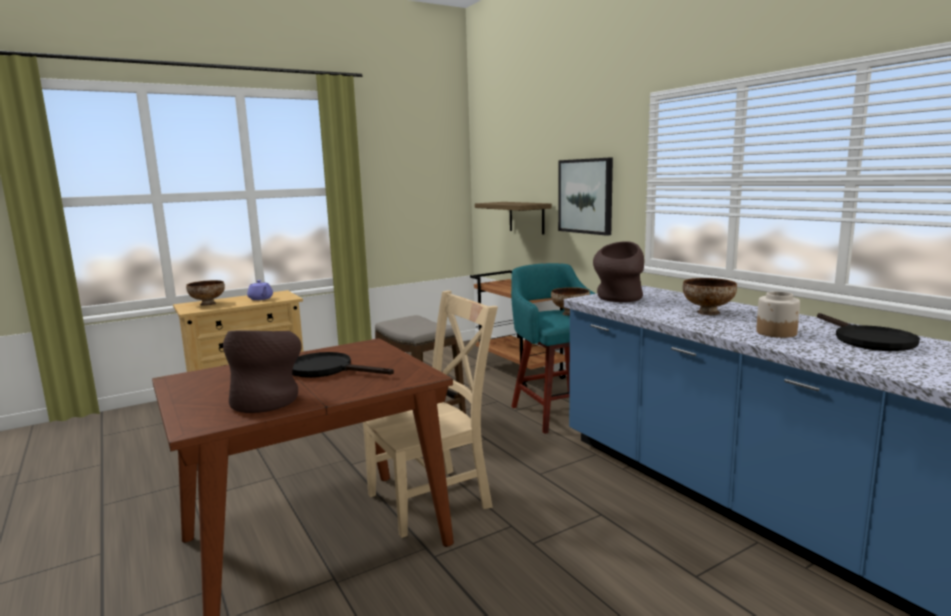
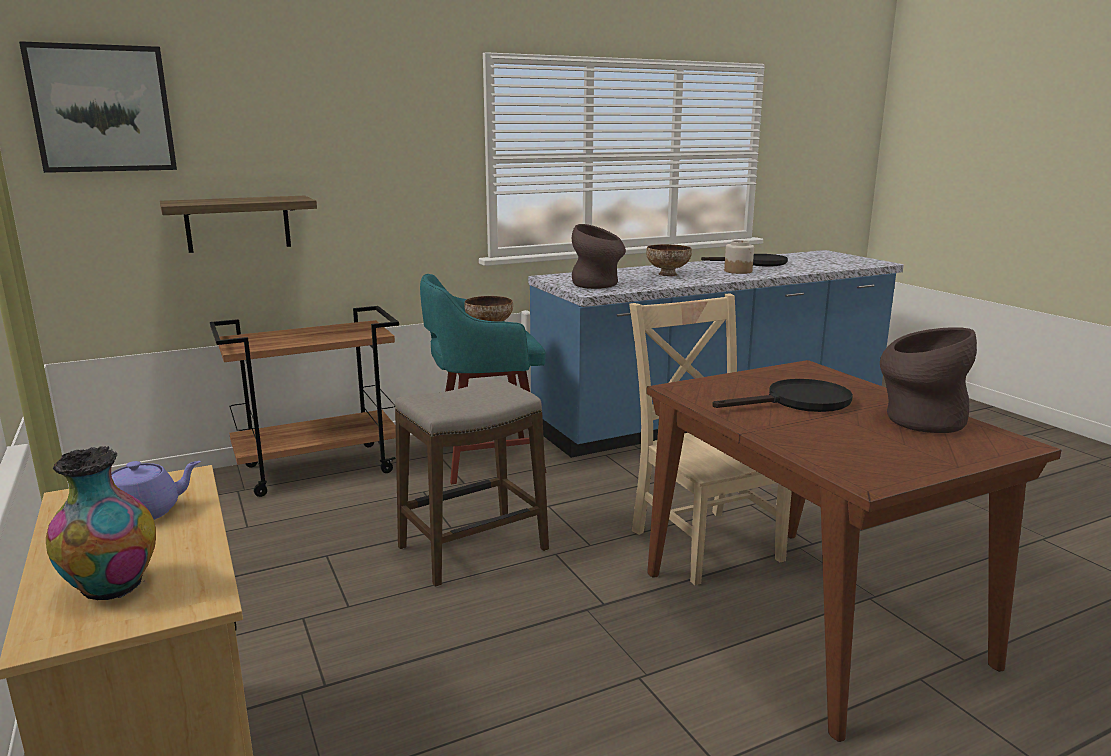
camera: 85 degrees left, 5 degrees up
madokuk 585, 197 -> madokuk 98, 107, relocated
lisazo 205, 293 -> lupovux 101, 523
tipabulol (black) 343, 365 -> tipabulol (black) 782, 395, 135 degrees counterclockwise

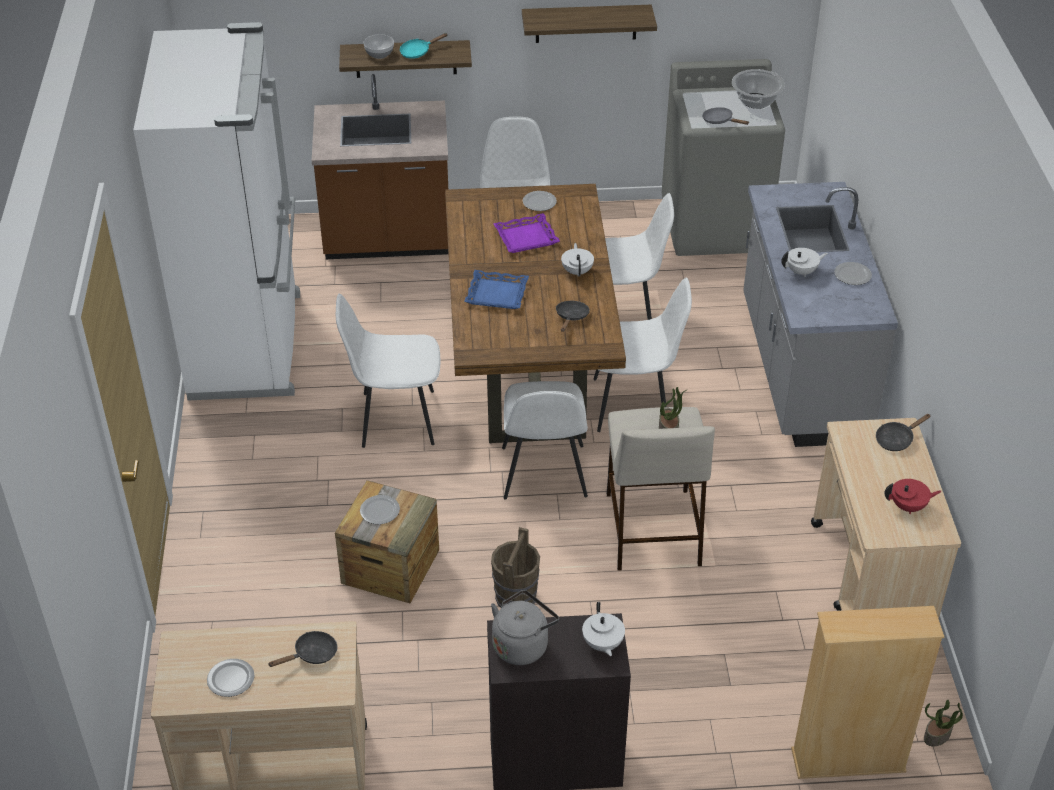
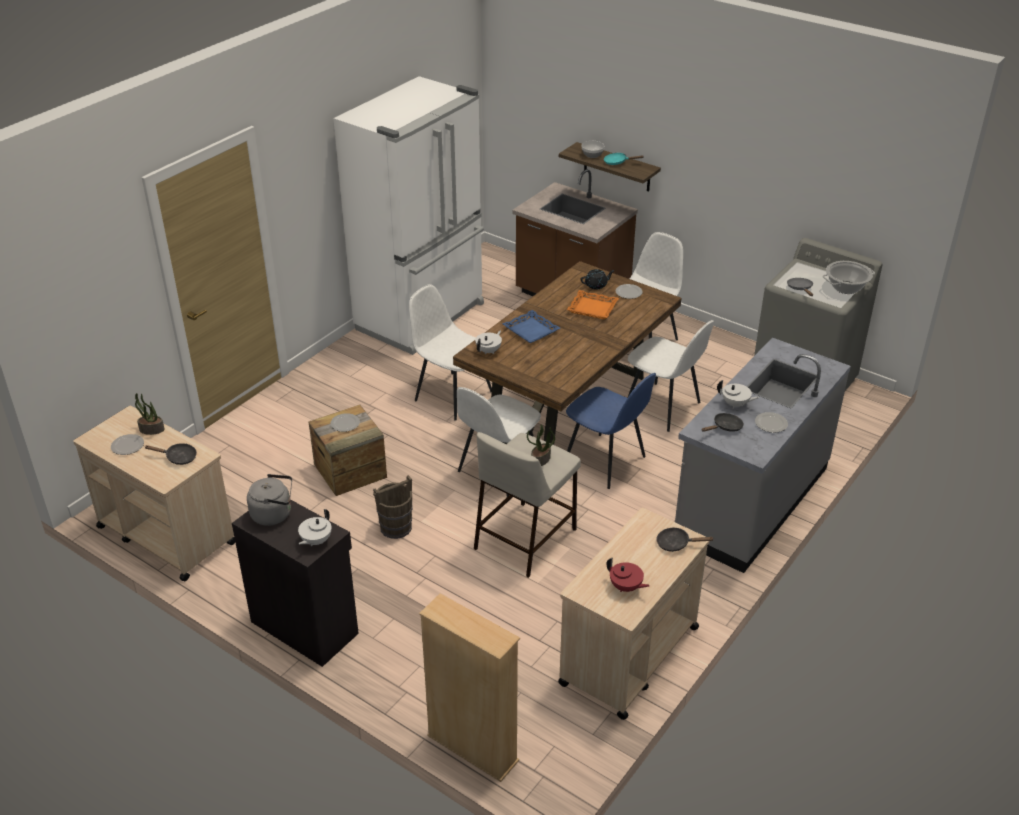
camera: 40 degrees right, 5 degrees down
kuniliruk 589, 24 -> none
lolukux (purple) 526, 233 -> lolukux (orange) 593, 304
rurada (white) 577, 259 -> rurada (white) 488, 342, relocated
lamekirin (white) 643, 355 -> lamekirin (blue) 611, 431
tipabulol (black) 573, 316 -> tipabulol (black) 723, 422, relocated
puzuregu 943, 723 -> puzuregu 149, 414, relocated
none -> rurada (black) 598, 279

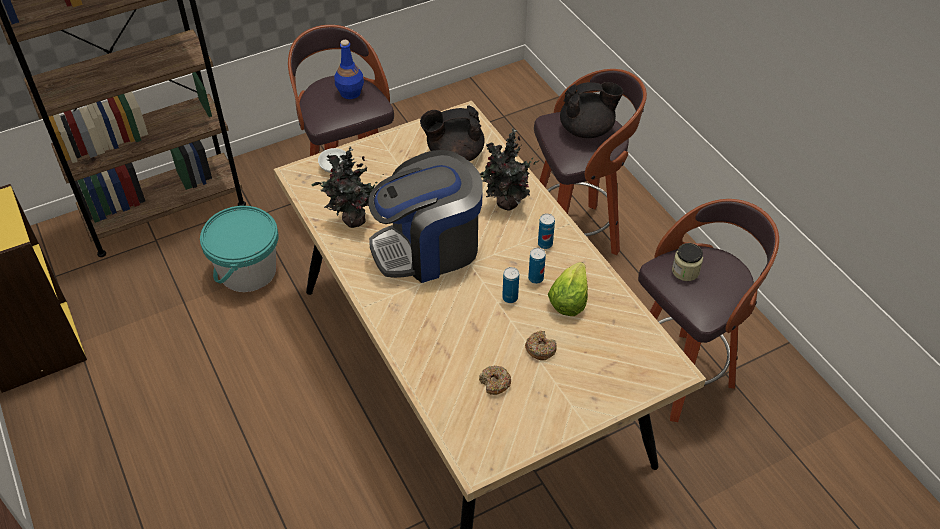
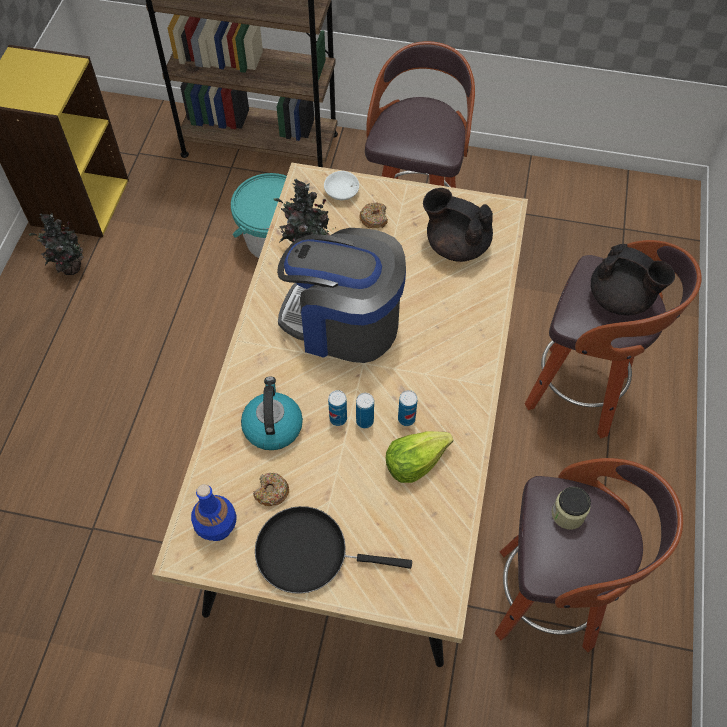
camera: 40 degrees right, 10 degrees up
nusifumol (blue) 349, 69 -> nusifumol (blue) 213, 512, relocated
puzuregu 510, 169 -> puzuregu 56, 244, relocated
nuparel 546, 231 -> nuparel 337, 408, relocated
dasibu 541, 345 -> dasibu 374, 215, relocated
none -> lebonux 272, 413
none -> tipabulol (black) 333, 550

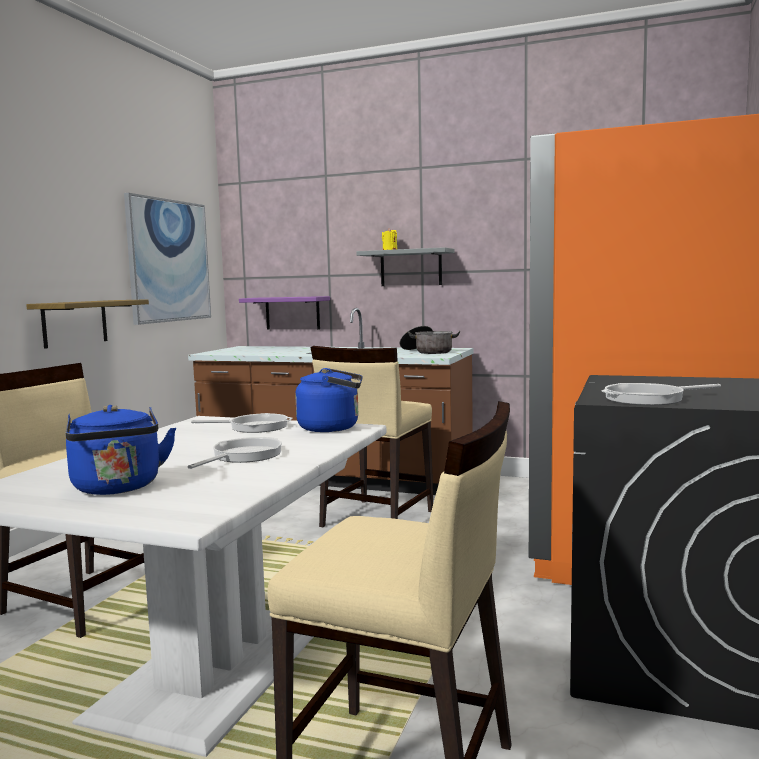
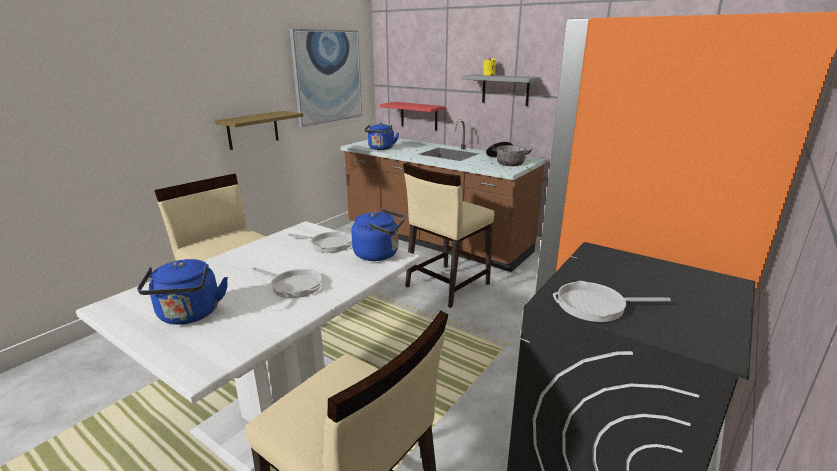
camera: 15 degrees right, 15 degrees up
kuniliruk (purple) 284, 312 -> kuniliruk (red) 412, 116
tipabulol 235, 453 -> tipabulol 287, 283, 75 degrees clockwise
none -> lebonux (blue) 381, 136

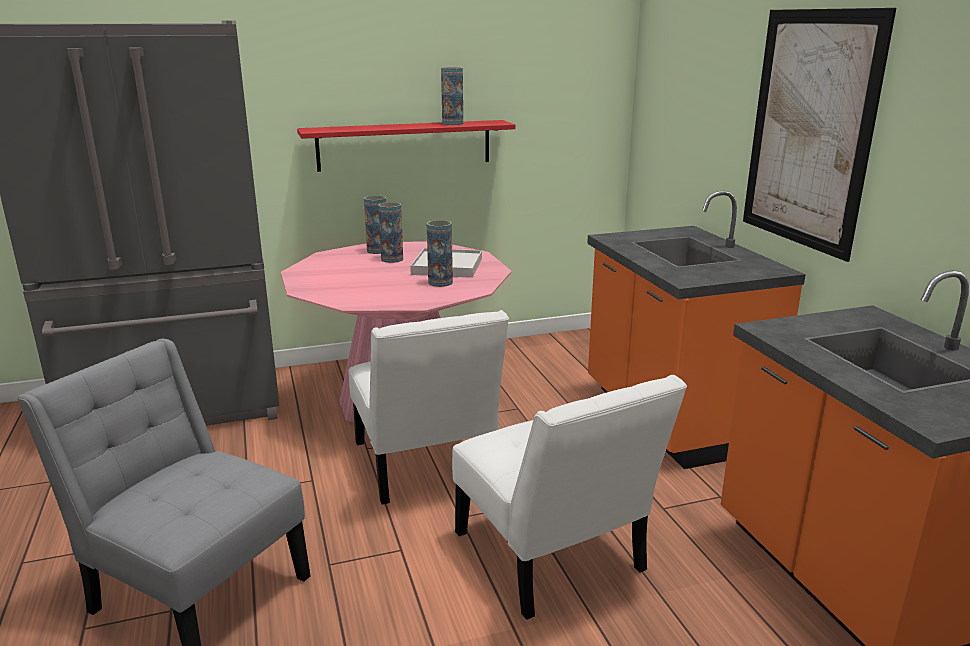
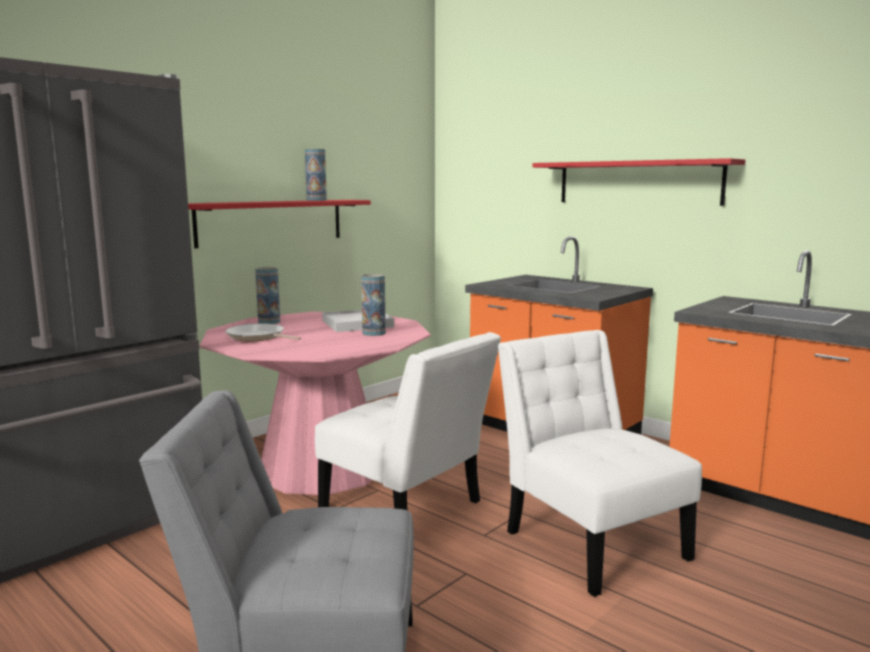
camera: 30 degrees left, 10 degrees down
madokuk 819, 135 -> kuniliruk (red) 638, 182
lupovux 390, 232 -> none
lamekirin (white) 569, 497 -> lamekirin (white) 600, 463, 150 degrees counterclockwise
none -> tipabulol 263, 332

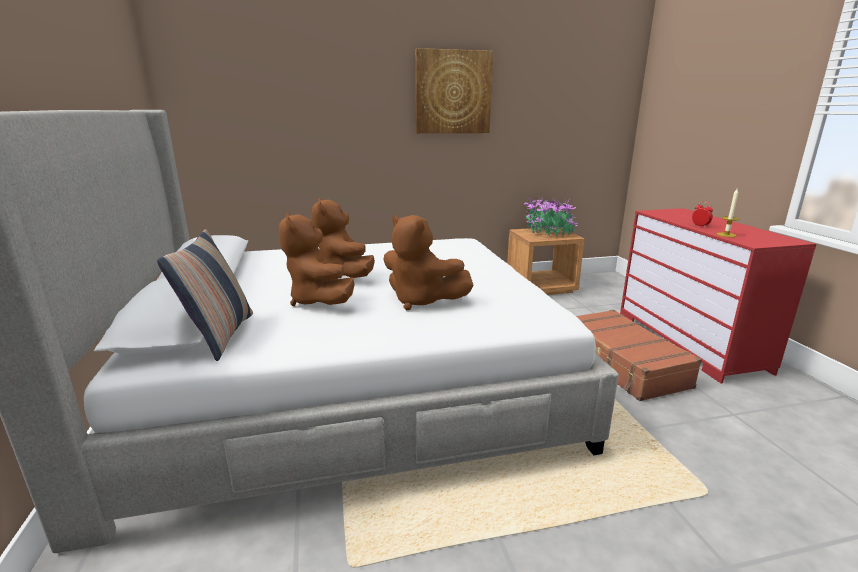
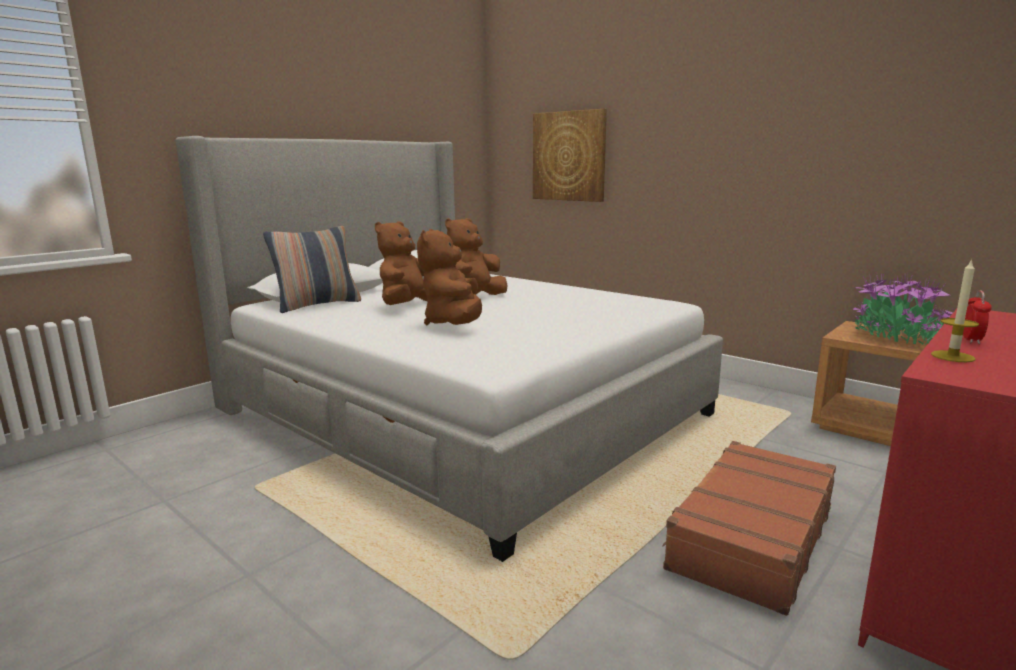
camera: 55 degrees right, 5 degrees down
madokuk 454, 90 -> madokuk 570, 155, relocated

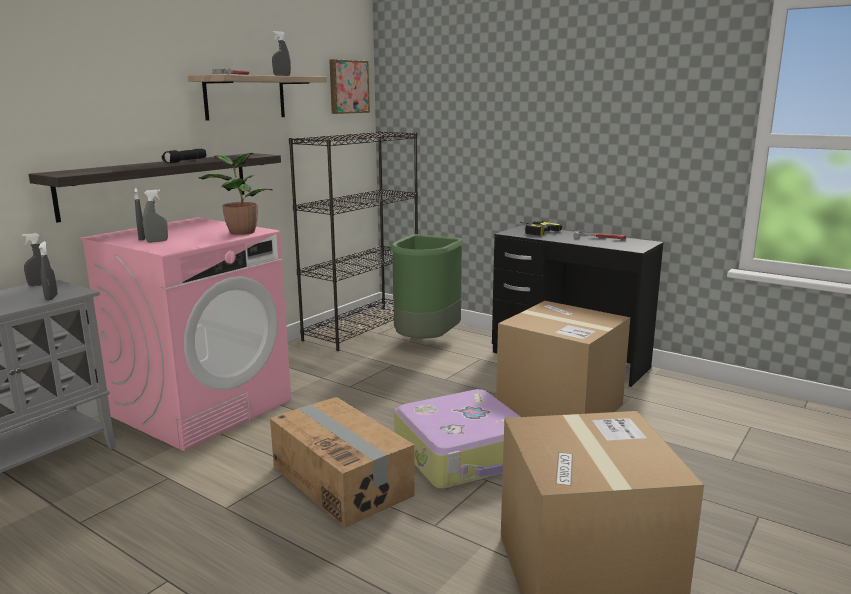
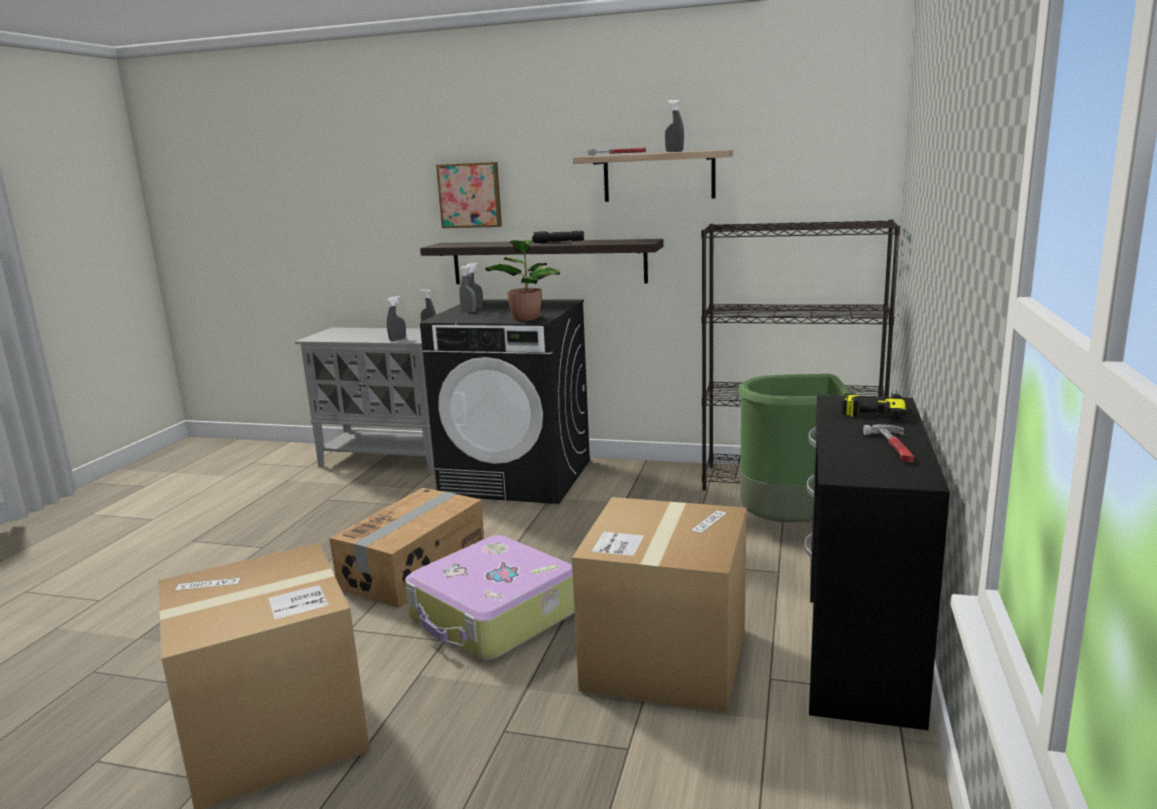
camera: 70 degrees right, 0 degrees up
madokuk 349, 86 -> madokuk 469, 195, relocated
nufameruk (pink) 185, 334 -> nufameruk (black) 505, 402

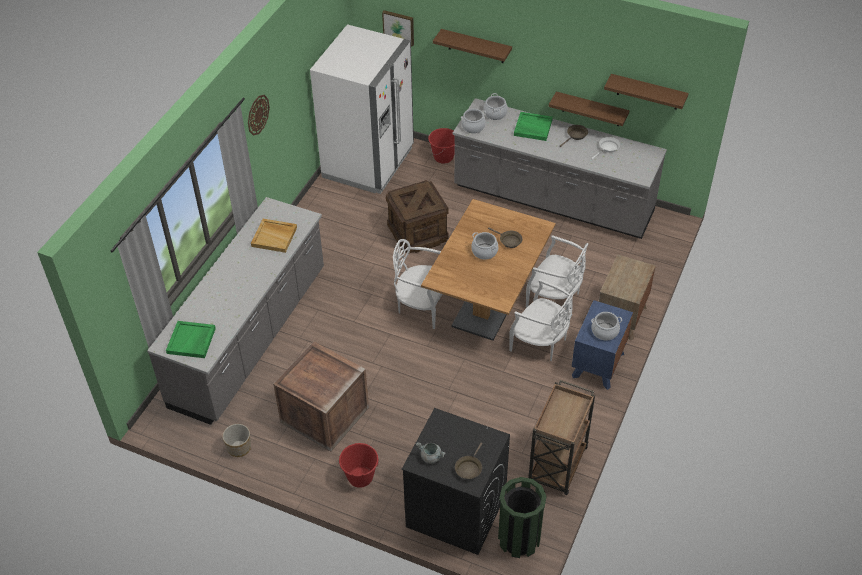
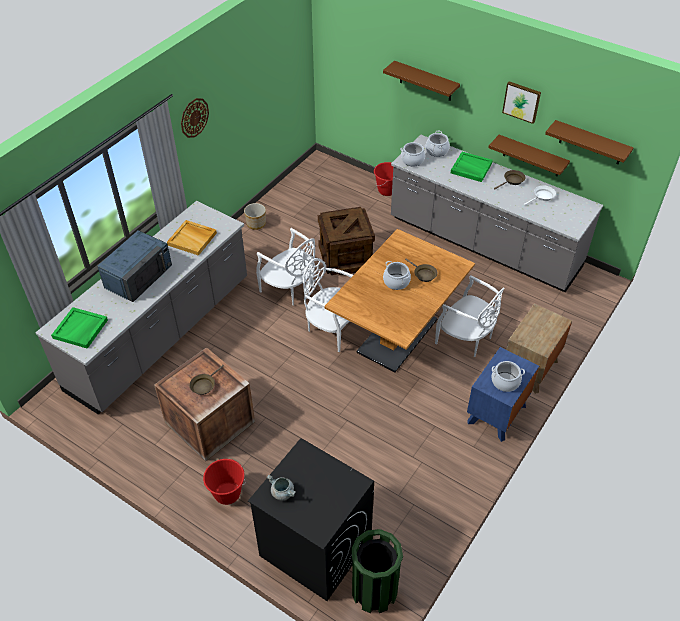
camera: 10 degrees right, 0 degrees up
madokuk 398, 28 -> madokuk 521, 102, relocated
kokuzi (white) 362, 109 -> none
lamekirin (white) 542, 320 -> lamekirin (white) 285, 267, relocated
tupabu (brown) 561, 437 -> none
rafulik 236, 440 -> rafulik 255, 216, relocated
tipabulol (brown) 468, 461 -> tipabulol (brown) 206, 380, relocated
none -> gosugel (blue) 134, 266

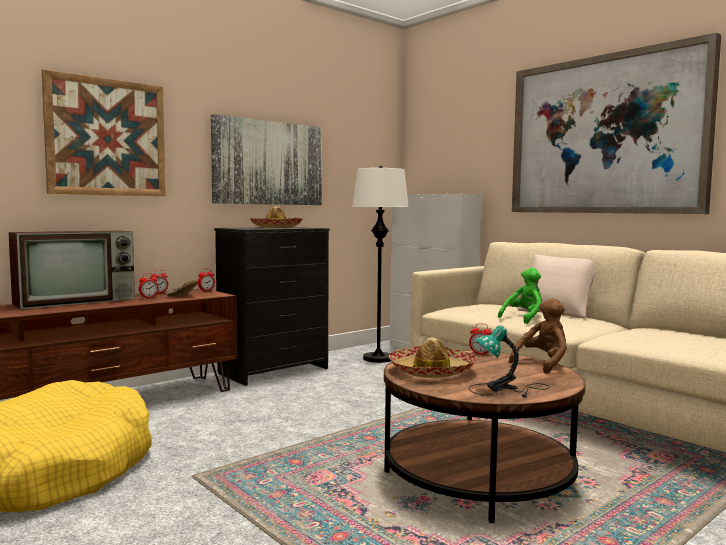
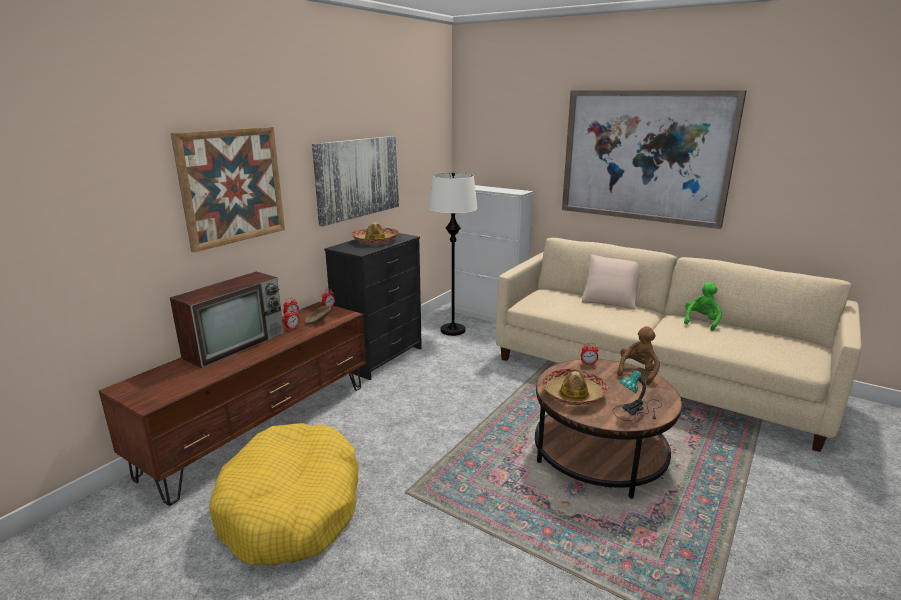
camera: 15 degrees left, 15 degrees up
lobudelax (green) 520, 296 -> lobudelax (green) 703, 306, relocated

